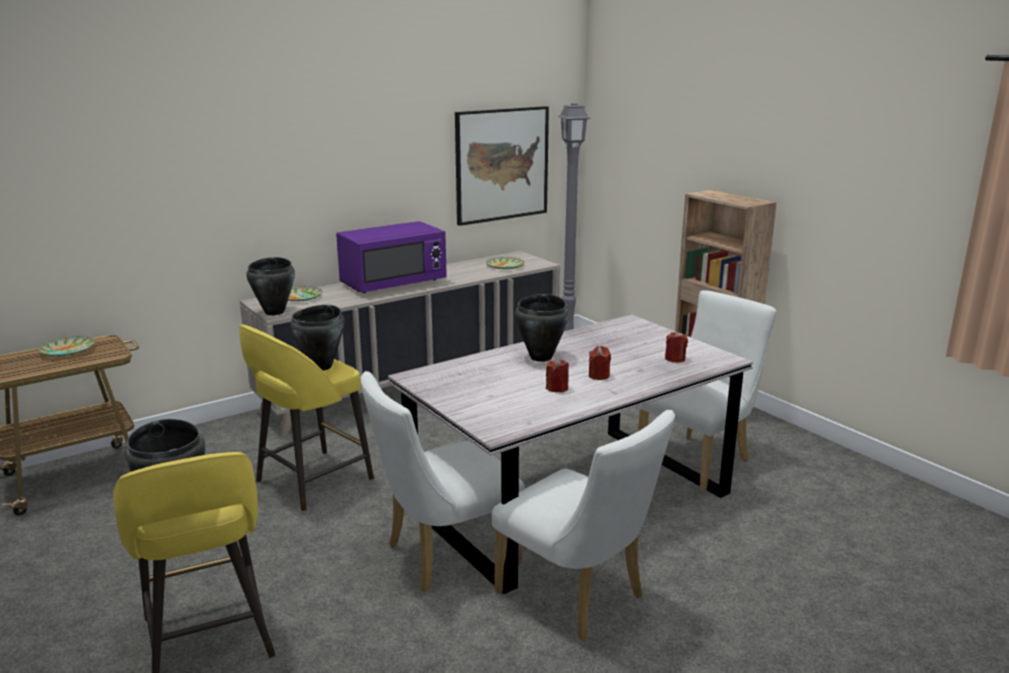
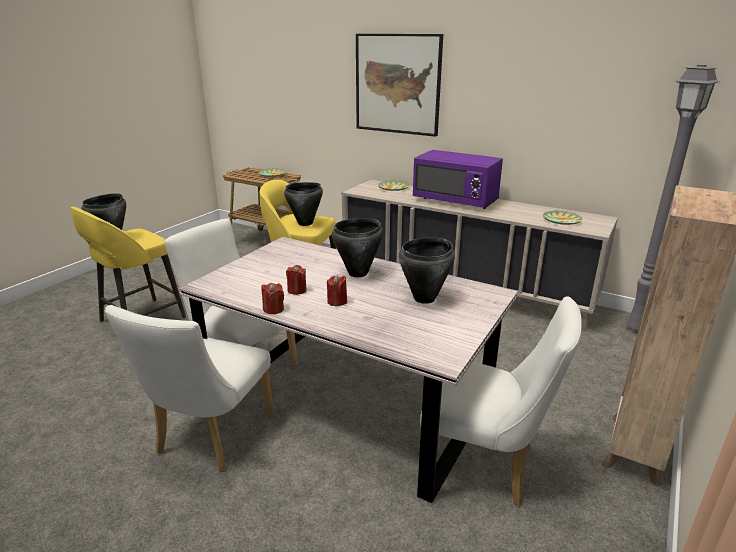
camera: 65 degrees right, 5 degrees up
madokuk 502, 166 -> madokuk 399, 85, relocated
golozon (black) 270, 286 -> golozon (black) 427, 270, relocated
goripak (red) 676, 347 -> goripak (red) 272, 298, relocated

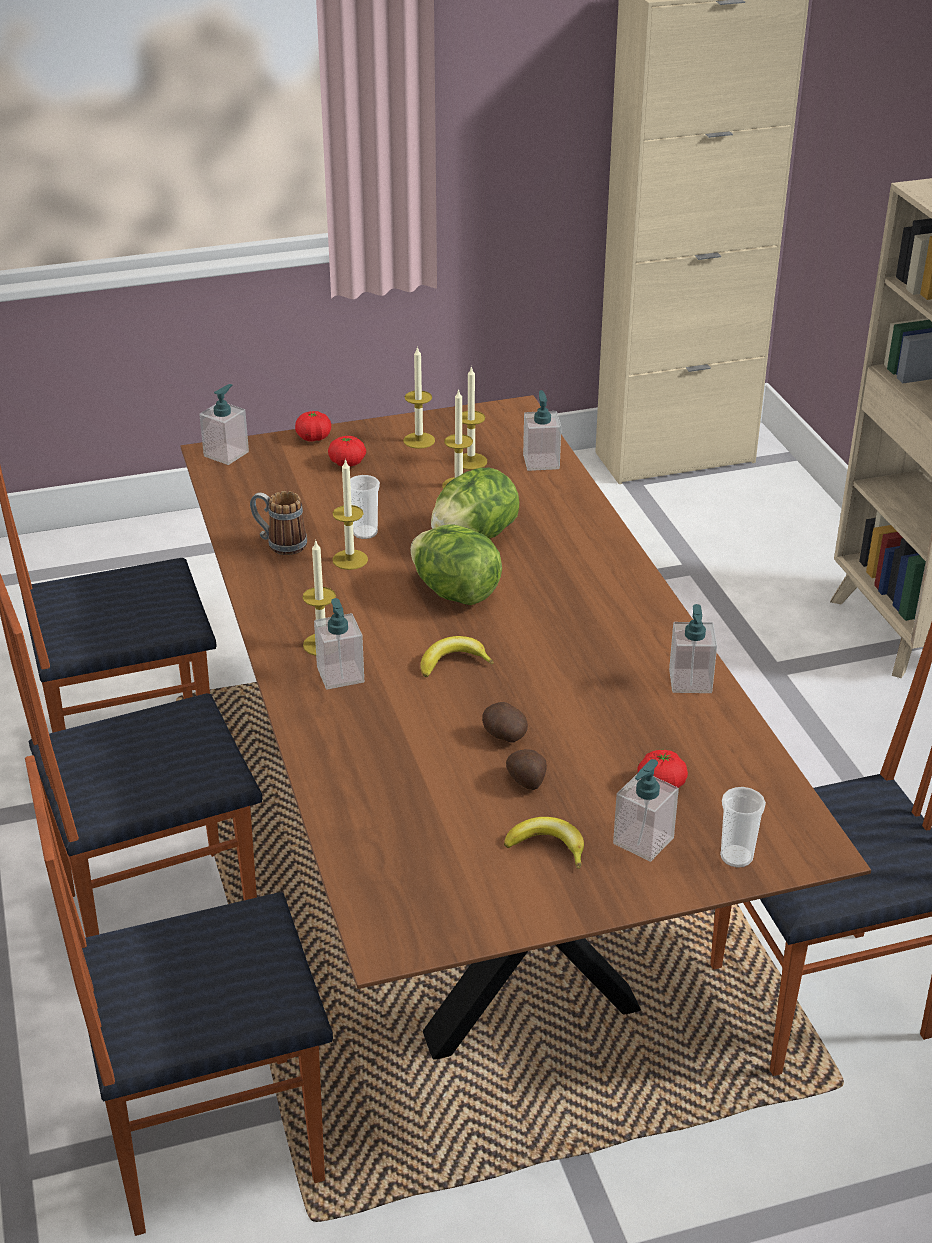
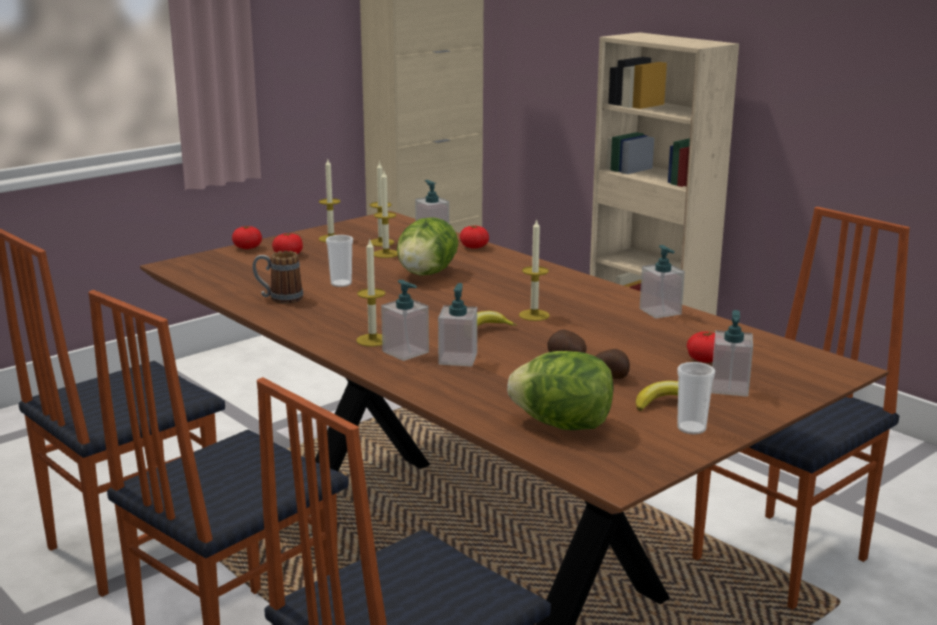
camera: 25 degrees left, 15 degrees down
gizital 224, 424 -> gizital 457, 325, relocated
goripak 350, 514 -> goripak 534, 270, relocated
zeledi 456, 564 -> zeledi 560, 390, relocated
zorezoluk 743, 827 -> zorezoluk 696, 398, relocated
none -> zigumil 474, 237

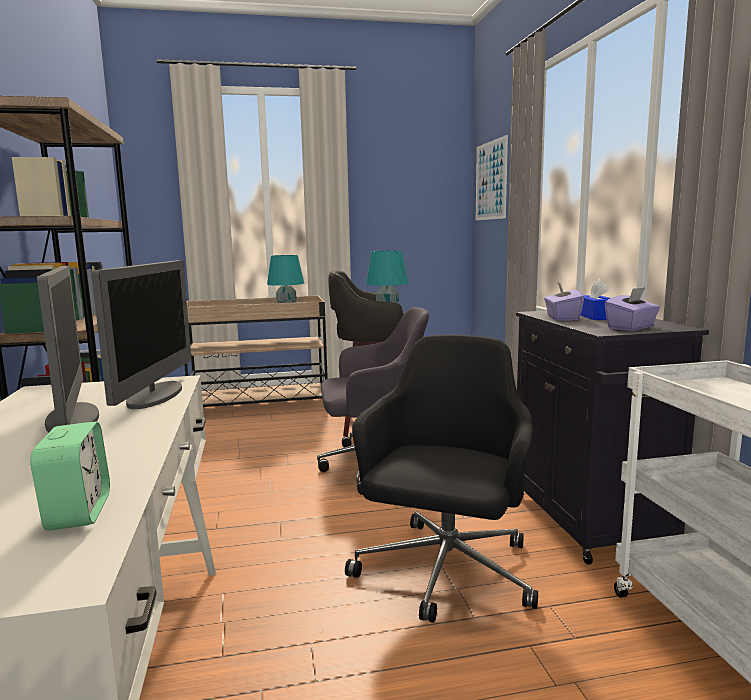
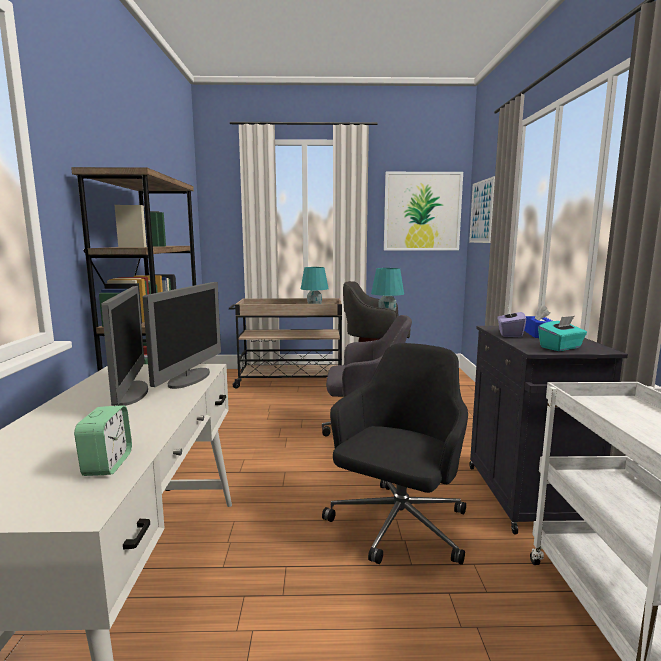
camera: 10 degrees right, 0 degrees up
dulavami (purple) 632, 309 -> dulavami (turquoise) 562, 333
none -> madokuk 423, 211

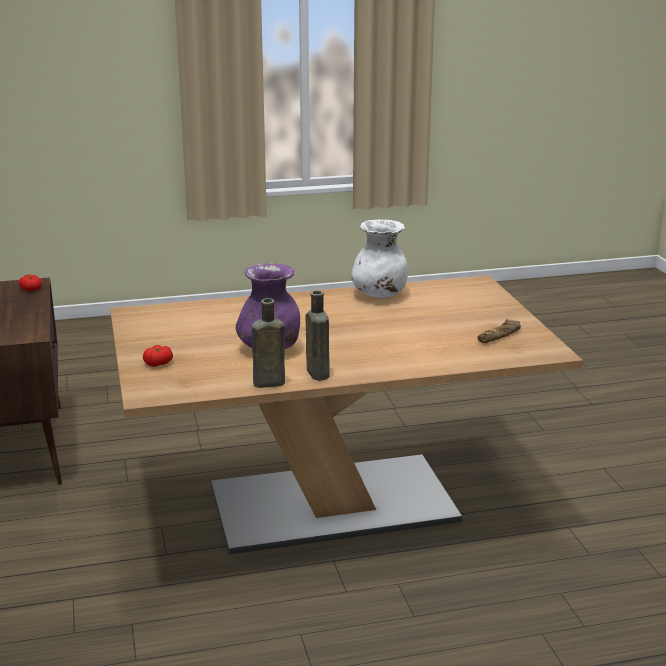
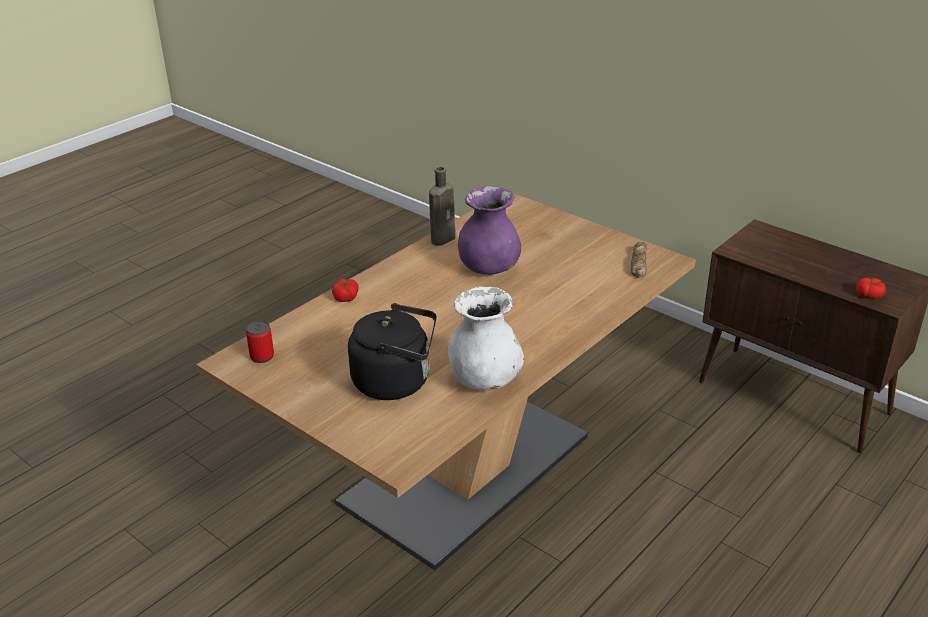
camera: 145 degrees right, 10 degrees up
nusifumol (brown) 317, 336 -> none
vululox 499, 331 -> vululox 639, 259, relocated
zigumil 158, 356 -> zigumil 345, 290, relocated
none -> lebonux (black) 392, 351
none -> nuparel 260, 342

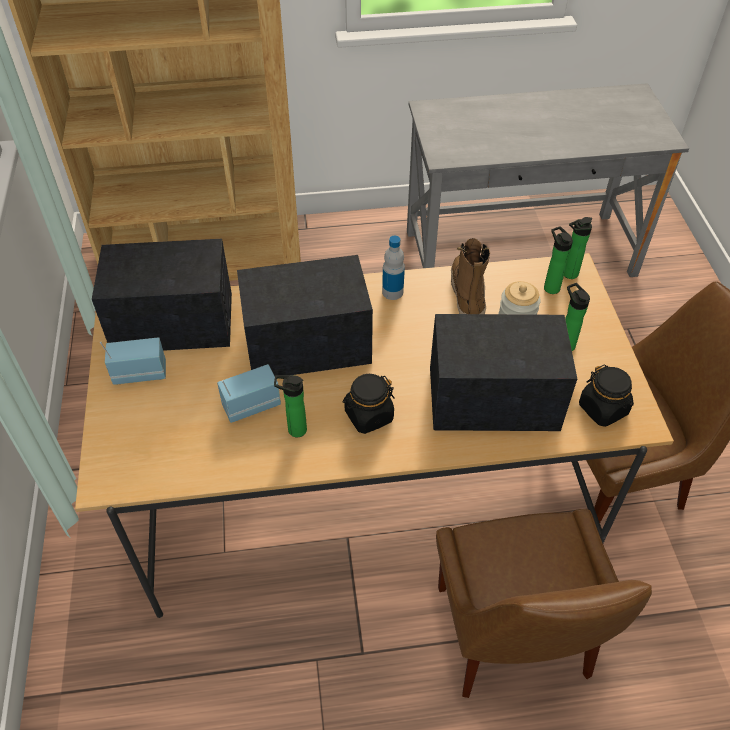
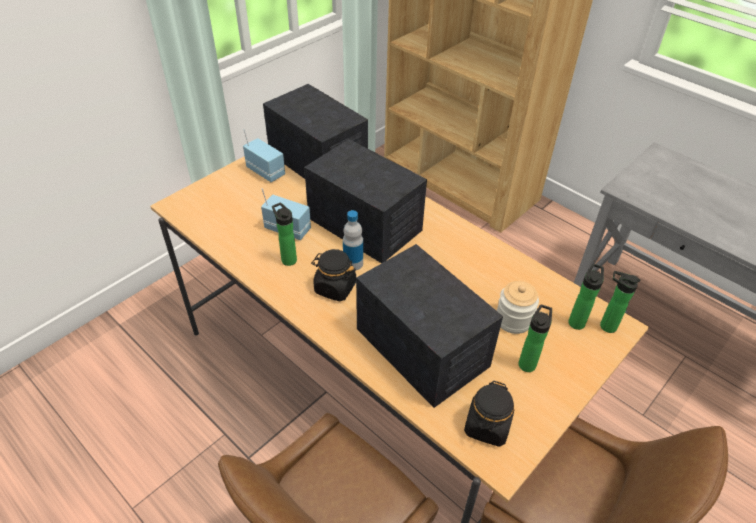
camera: 50 degrees right, 5 degrees down
nusifumol 393, 268 -> nusifumol 353, 240, relocated
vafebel 470, 276 -> none

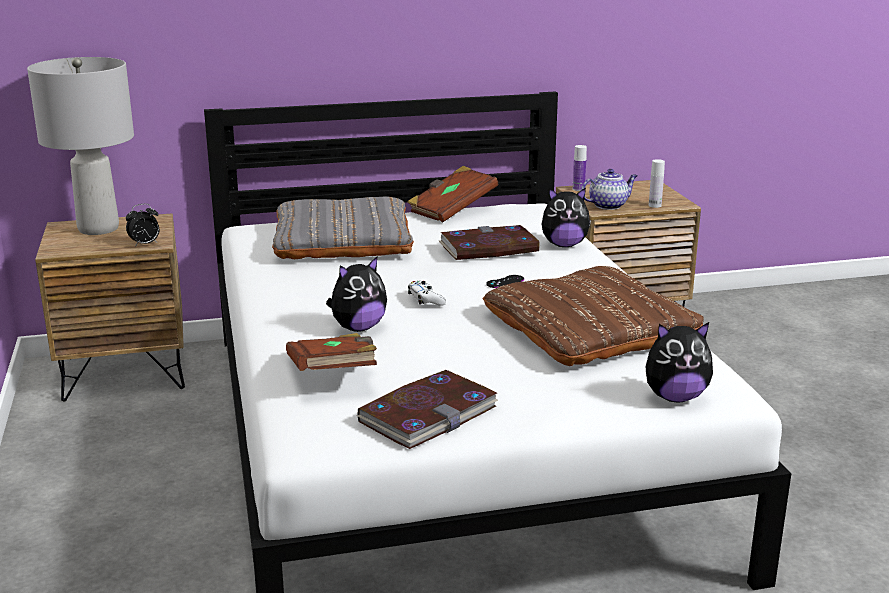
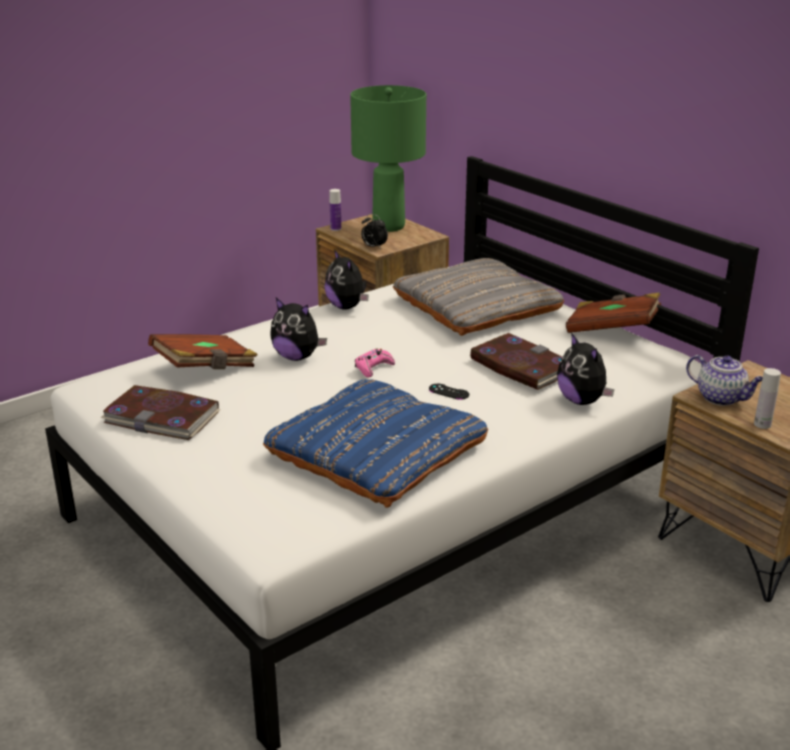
camera: 65 degrees right, 5 degrees up
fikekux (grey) 80, 146 -> fikekux (green) 388, 158
nusifumol 580, 168 -> nusifumol 335, 210, relocated
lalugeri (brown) 593, 316 -> lalugeri (blue) 375, 443
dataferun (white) 427, 293 -> dataferun (pink) 375, 363
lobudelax 679, 362 -> lobudelax 346, 279, relocated

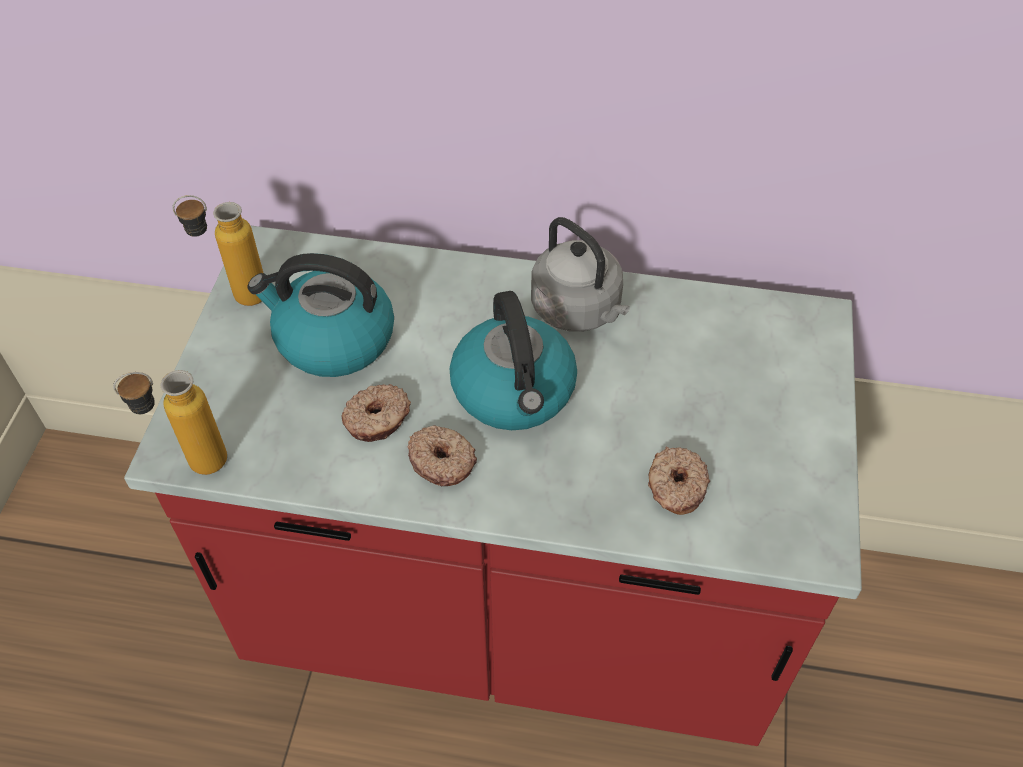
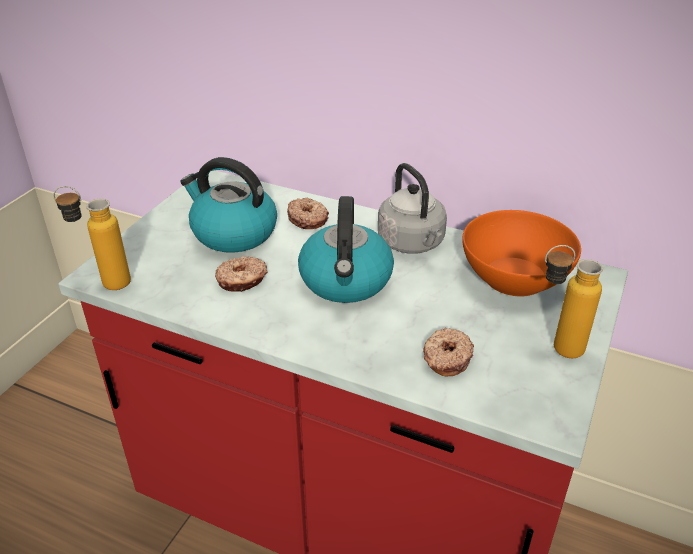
camera: 15 degrees right, 15 degrees down
nusifumol 217, 250 -> nusifumol 574, 301, relocated
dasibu 442, 455 -> dasibu 308, 213, relocated
none -> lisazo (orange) 521, 253

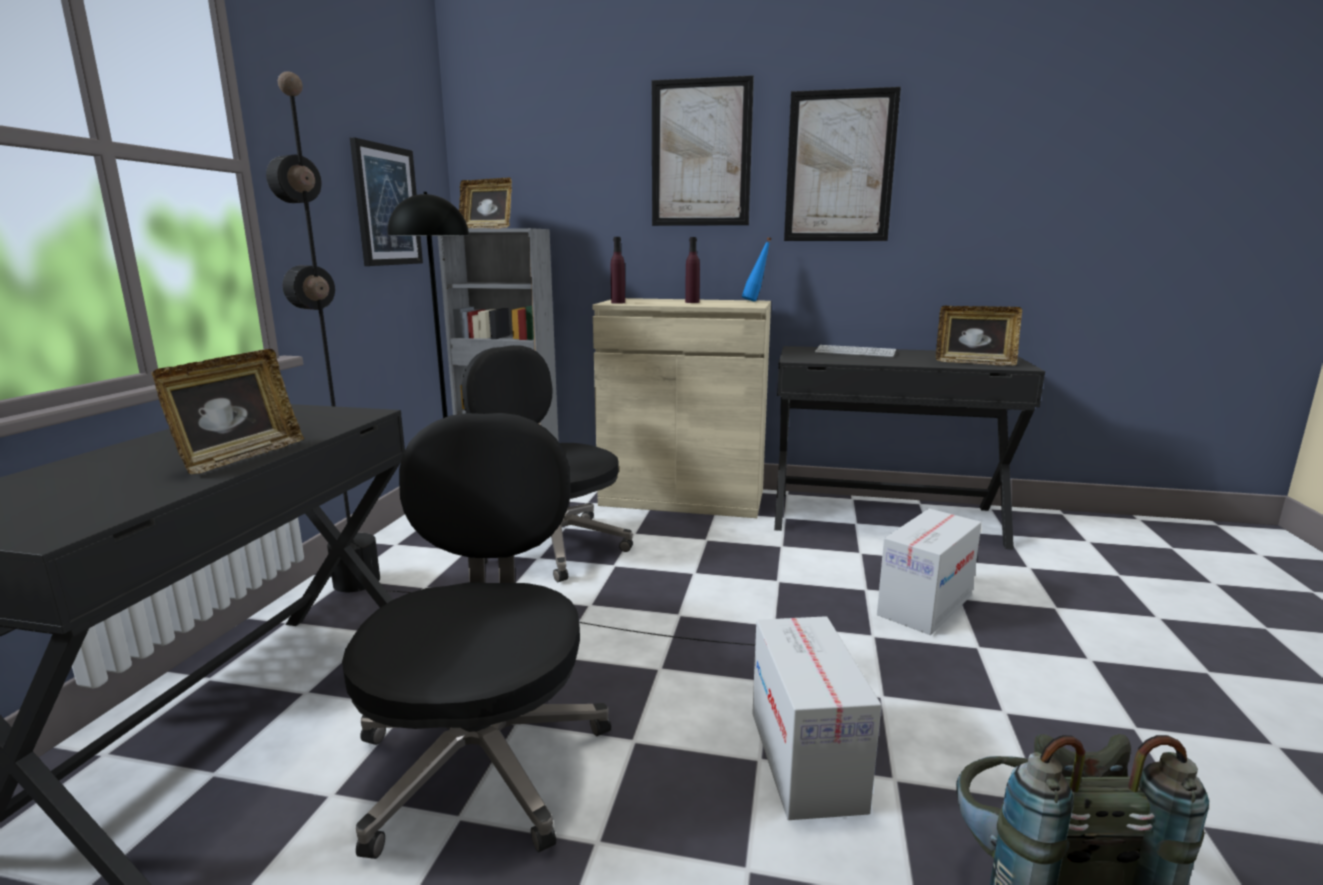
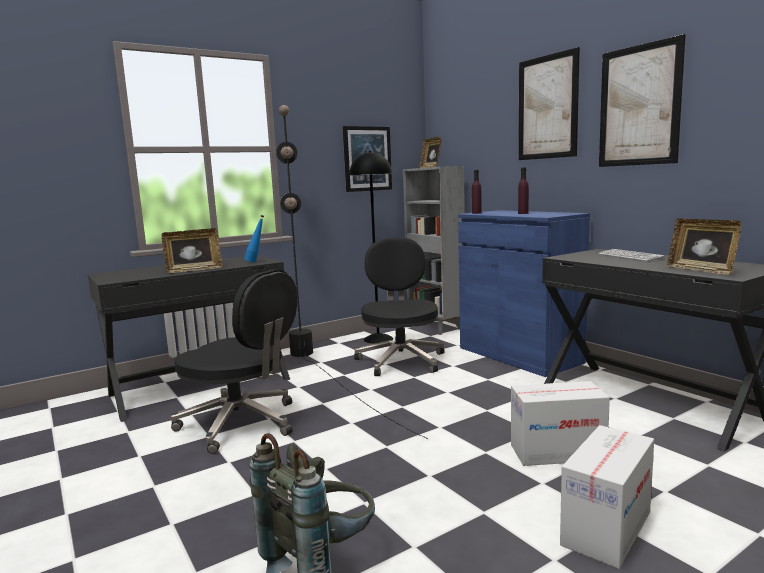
camera: 45 degrees right, 5 degrees down
nusifumol (blue) 757, 269 -> nusifumol (blue) 254, 238, relocated
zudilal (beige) 681, 408 -> zudilal (blue) 524, 293
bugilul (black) 476, 636 -> bugilul (black) 234, 361, 75 degrees clockwise
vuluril 816, 718 -> vuluril 607, 497, relocated

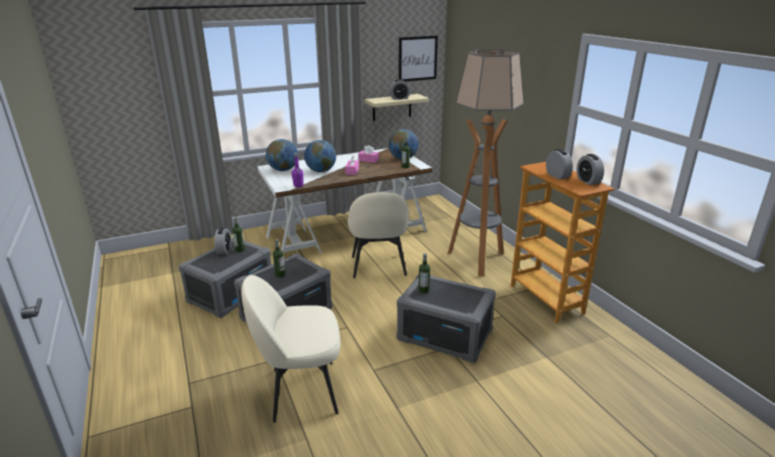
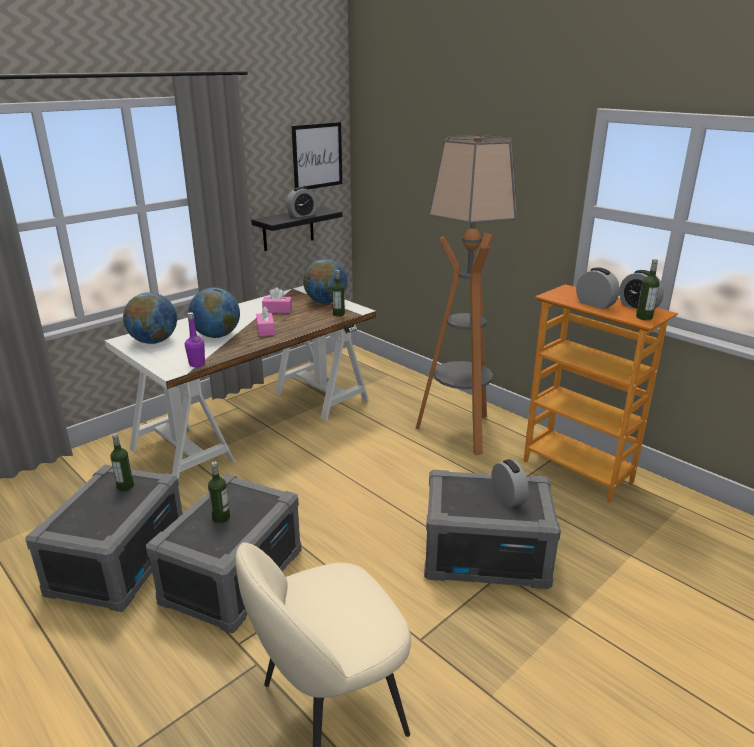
camera: 20 degrees left, 0 degrees up
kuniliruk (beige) 397, 107 -> kuniliruk (black) 296, 229
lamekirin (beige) 378, 235 -> none
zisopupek 223, 241 -> zisopupek 510, 483, relocated
nusifumol 424, 273 -> nusifumol 648, 289, relocated

